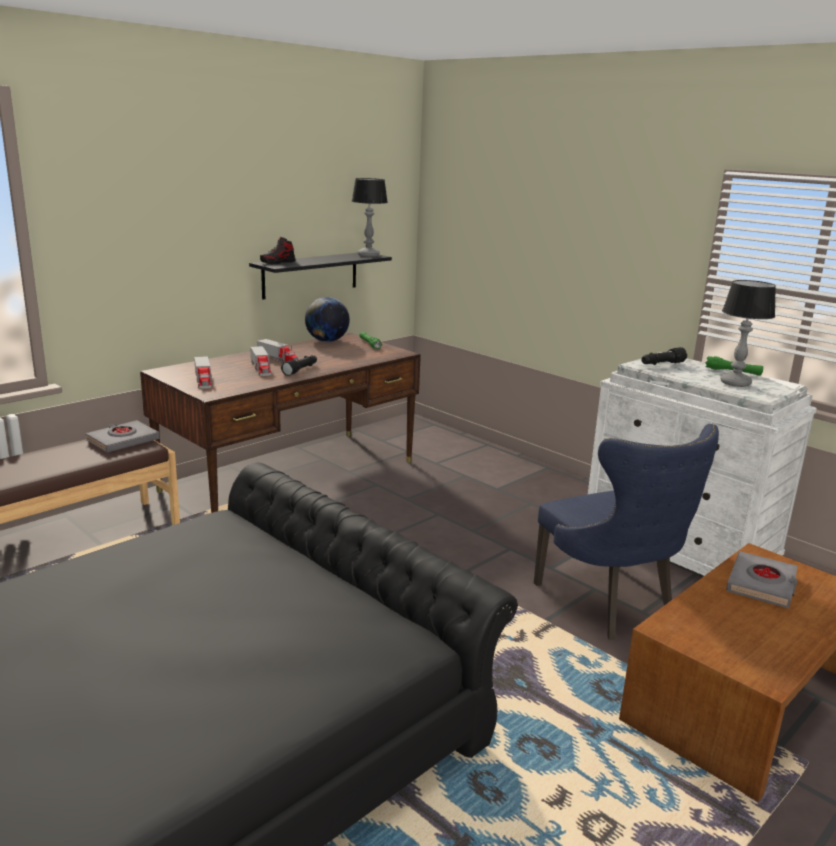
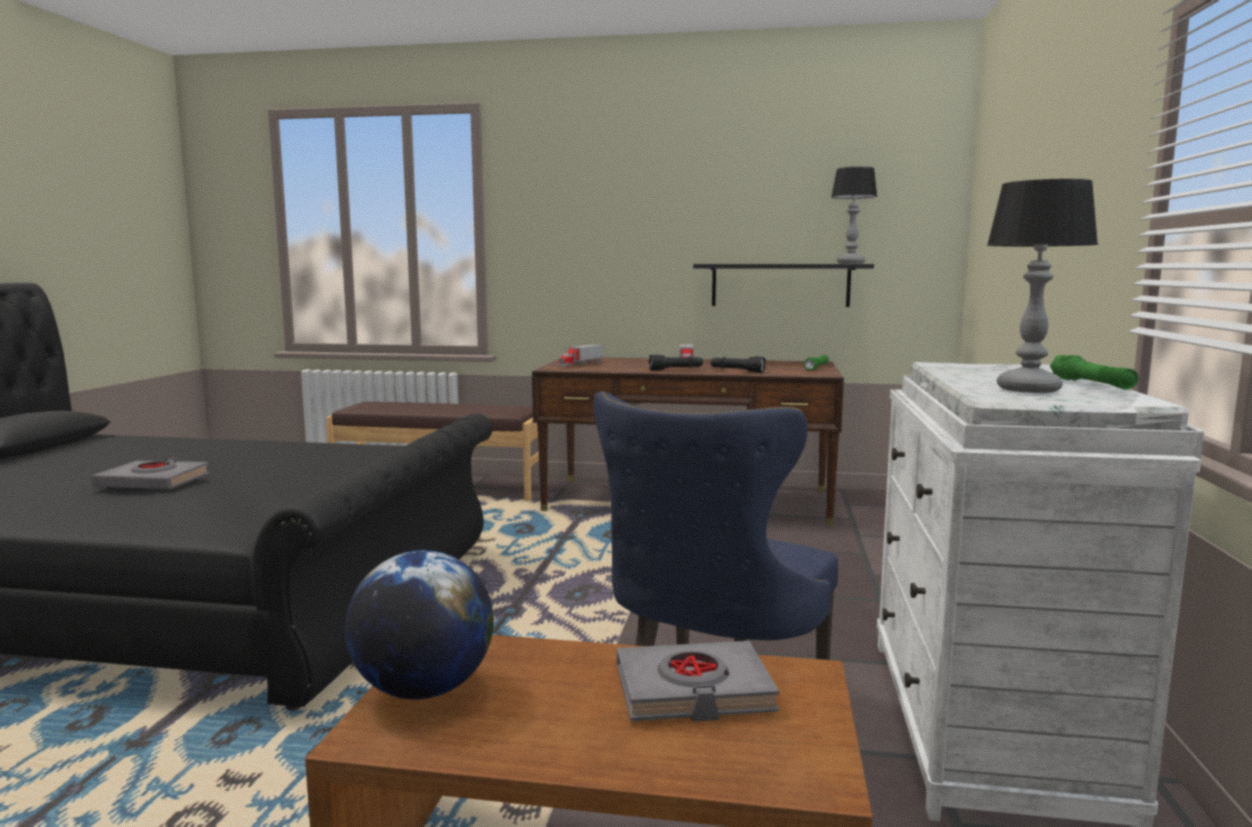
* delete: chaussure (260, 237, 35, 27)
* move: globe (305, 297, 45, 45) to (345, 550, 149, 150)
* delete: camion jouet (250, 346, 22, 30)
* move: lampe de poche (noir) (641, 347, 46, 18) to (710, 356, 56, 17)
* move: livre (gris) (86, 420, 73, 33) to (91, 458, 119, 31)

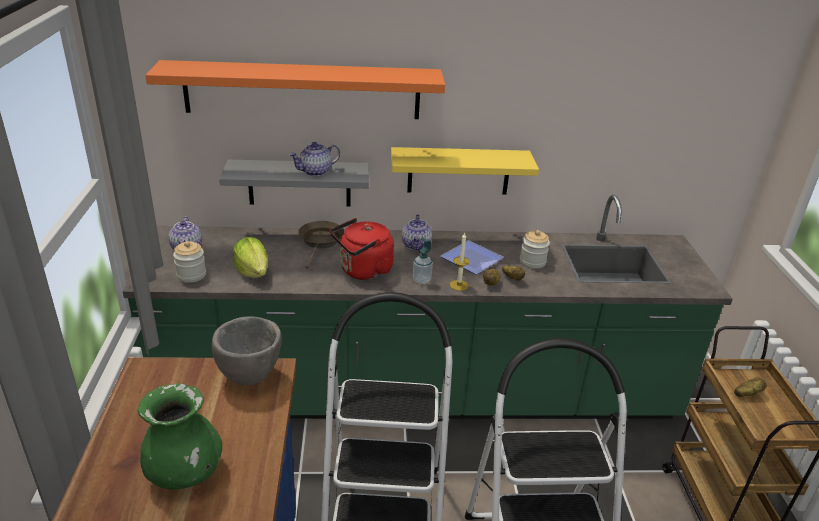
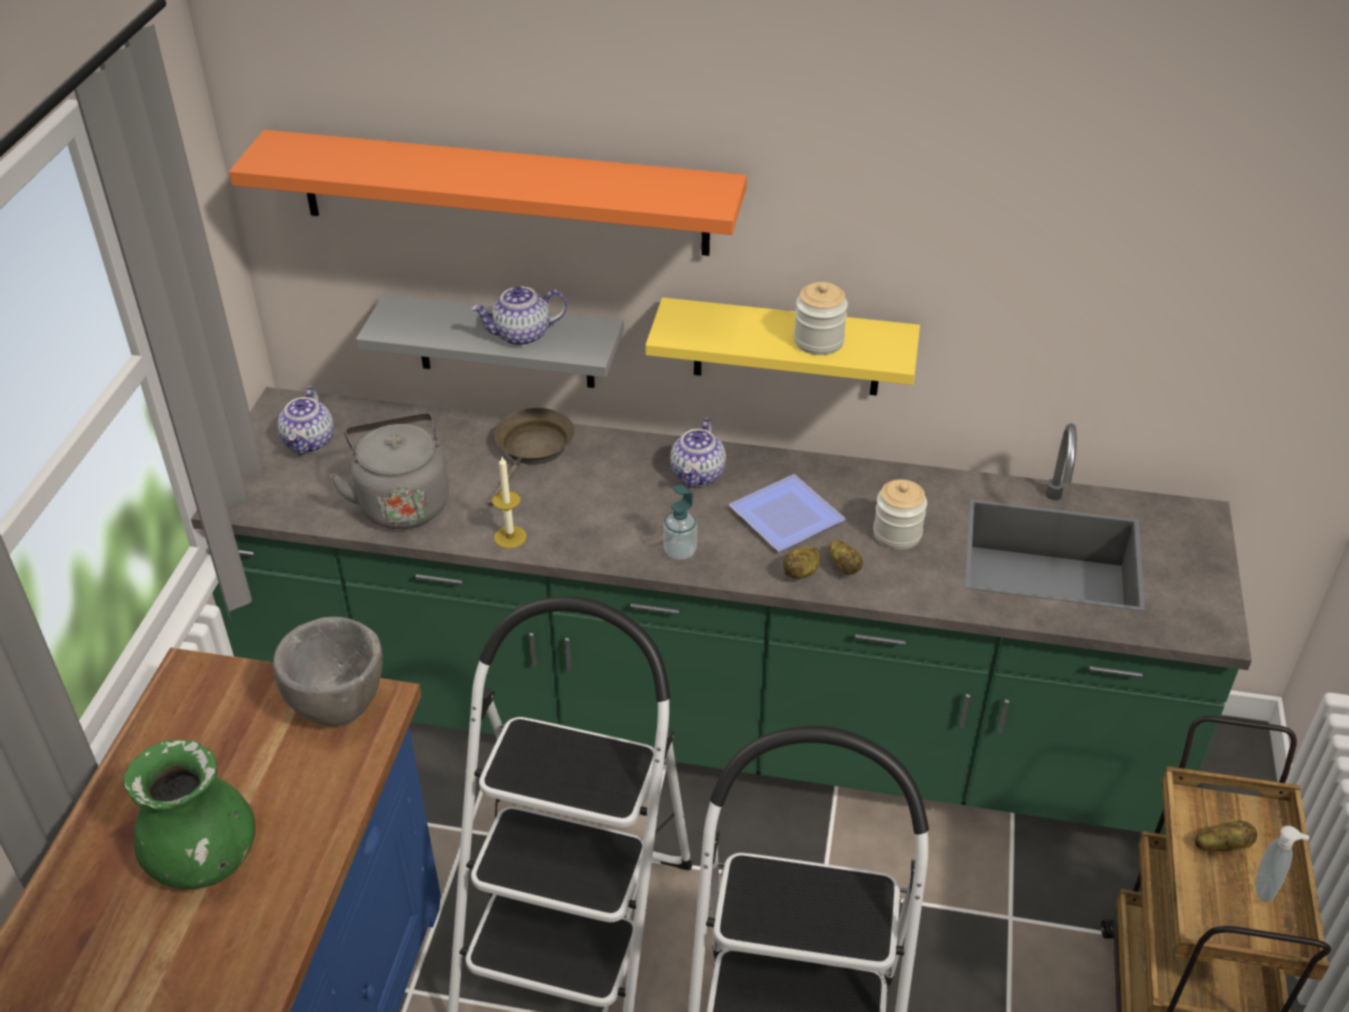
* delete: bouilloire (rouge) (330, 218, 64, 62)
* move: bougie (450, 232, 20, 59) to (492, 457, 35, 92)
* replace: laitue (233, 237, 35, 41) to bouilloire (gris) (330, 413, 119, 116)
* move: bocal (173, 241, 33, 42) to (794, 282, 54, 73)
* insert: distributeur de savon (1256, 826, 53, 76)

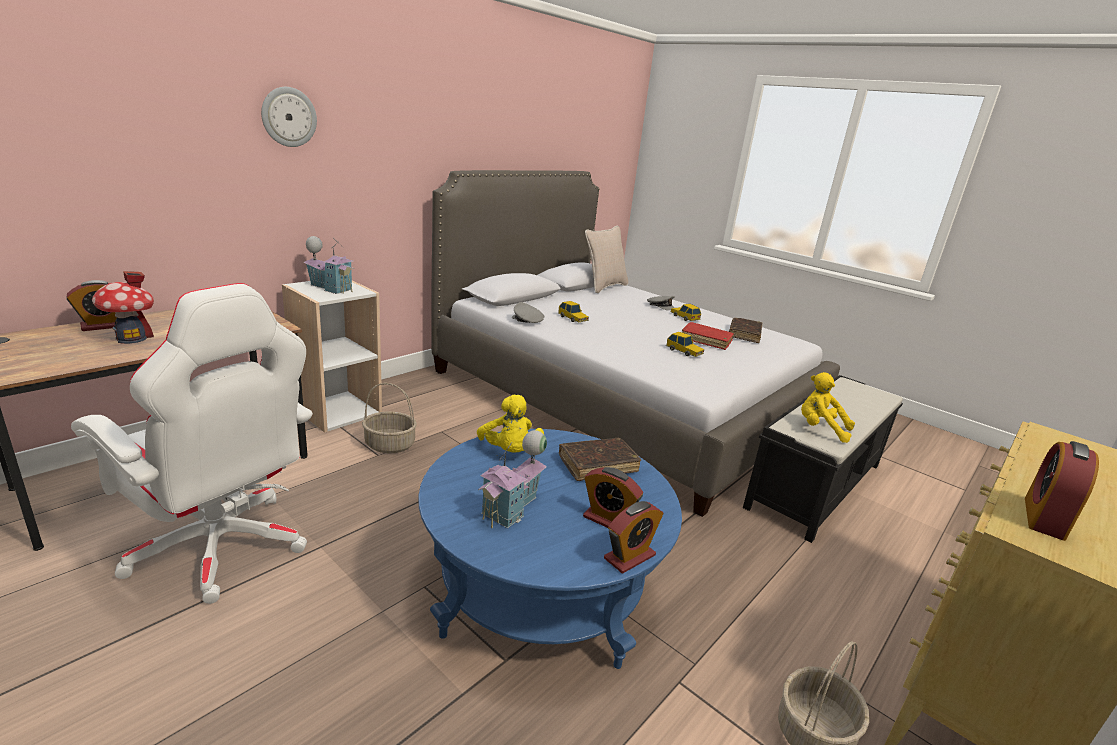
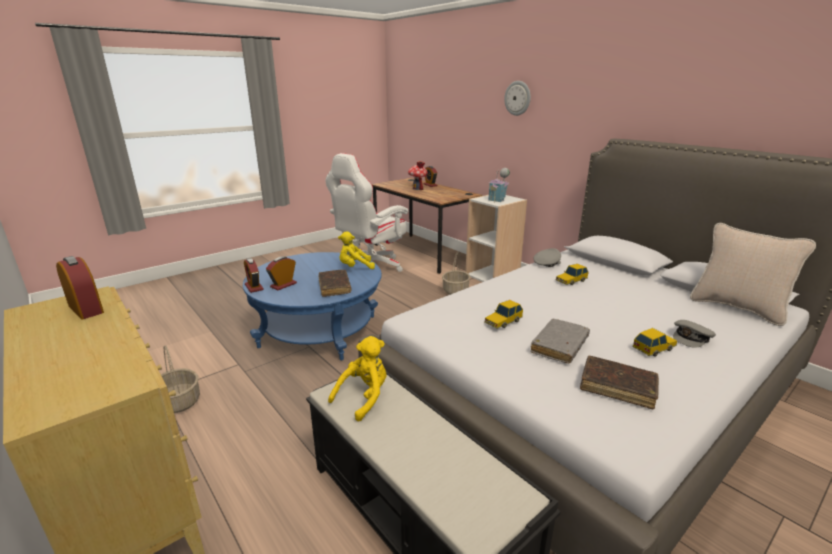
* recolor: livre (rouge) (682, 322, 52, 28) to livre (gris) (531, 319, 59, 44)
* delete: maison miniature (478, 430, 69, 98)

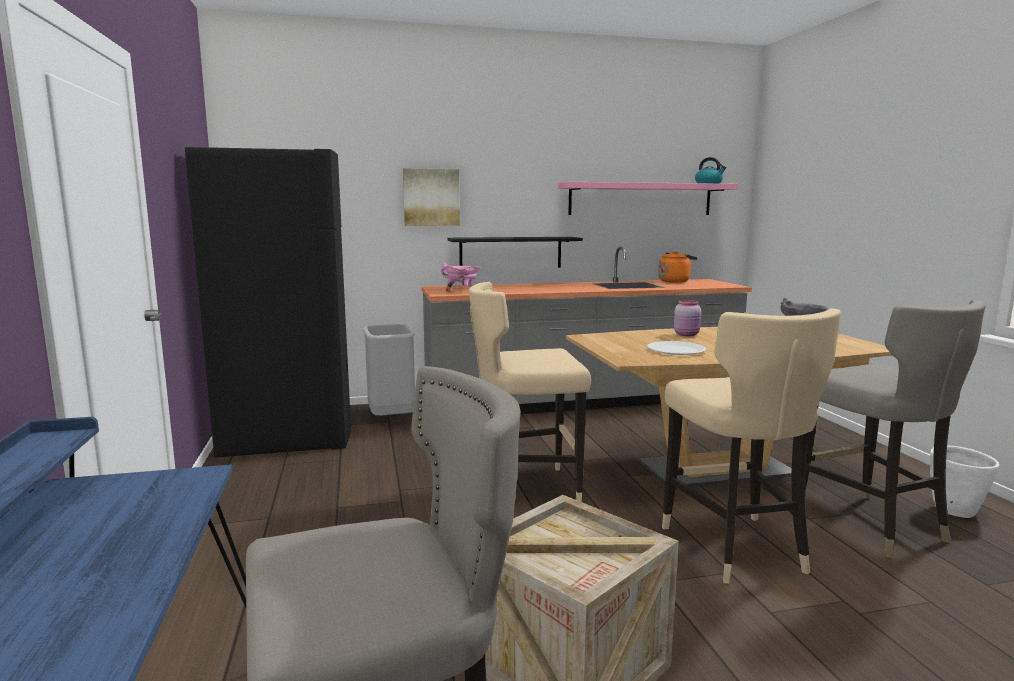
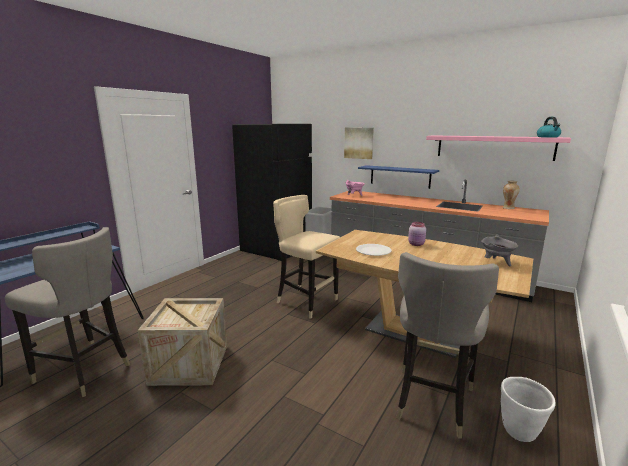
* recolor: étagère (noir) (447, 237, 136, 31) to étagère (bleu) (358, 165, 81, 24)
* replace: bouilloire (orange) (658, 251, 40, 32) to vase (503, 181, 17, 28)
* delete: tabouret (beige) (662, 308, 179, 276)

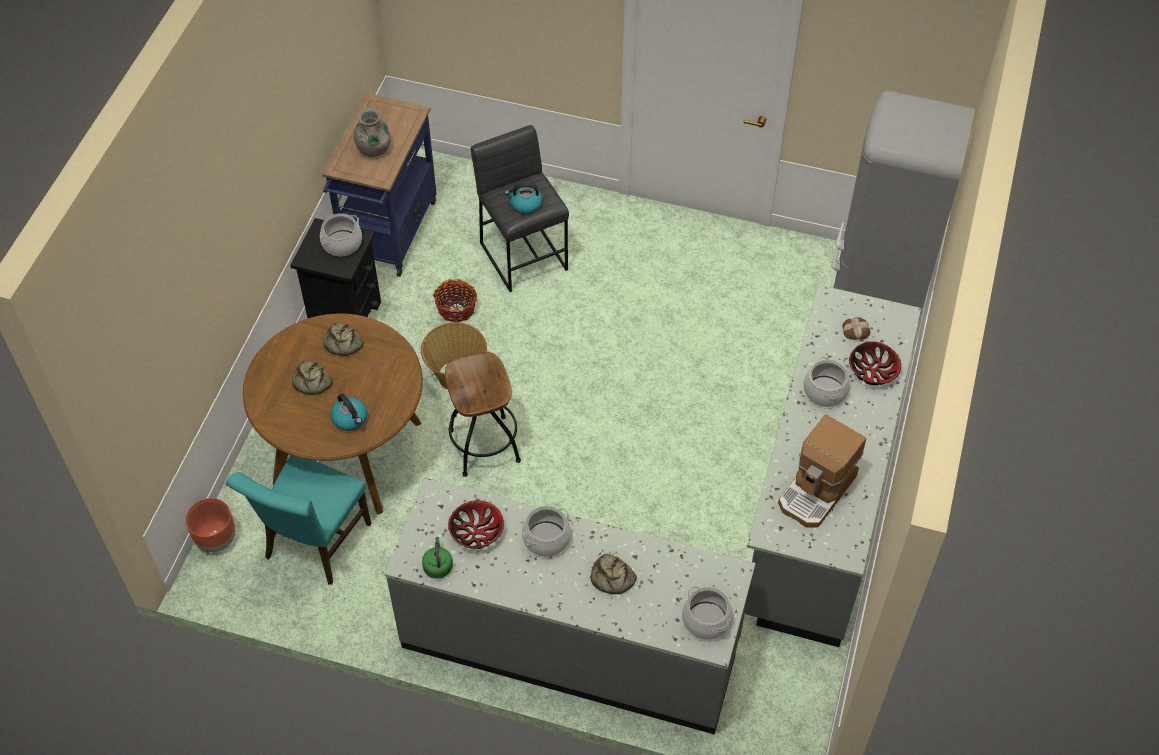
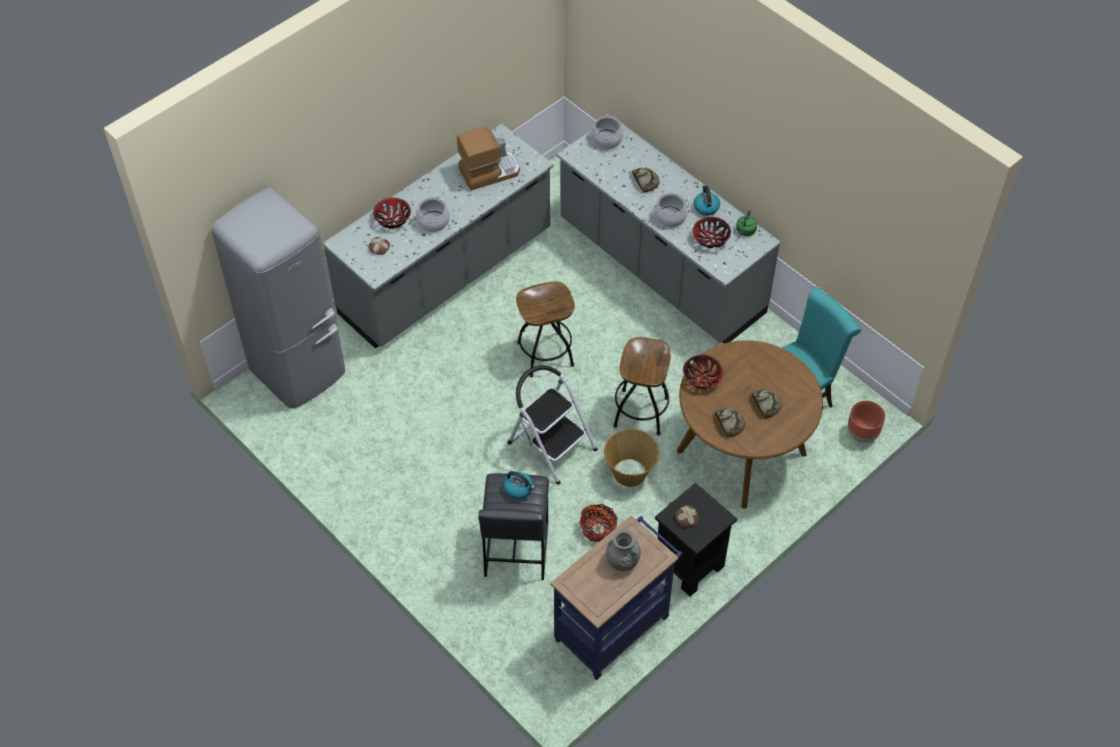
* replace: marmite (320, 213, 42, 43) to pain (675, 505, 24, 22)
* move: bouilloire (331, 394, 36, 37) to (694, 185, 26, 31)
* insert: tabouret (marron) (516, 282, 59, 95)
* insert: bol (683, 354, 40, 35)
* insert: escabeau (507, 365, 91, 120)

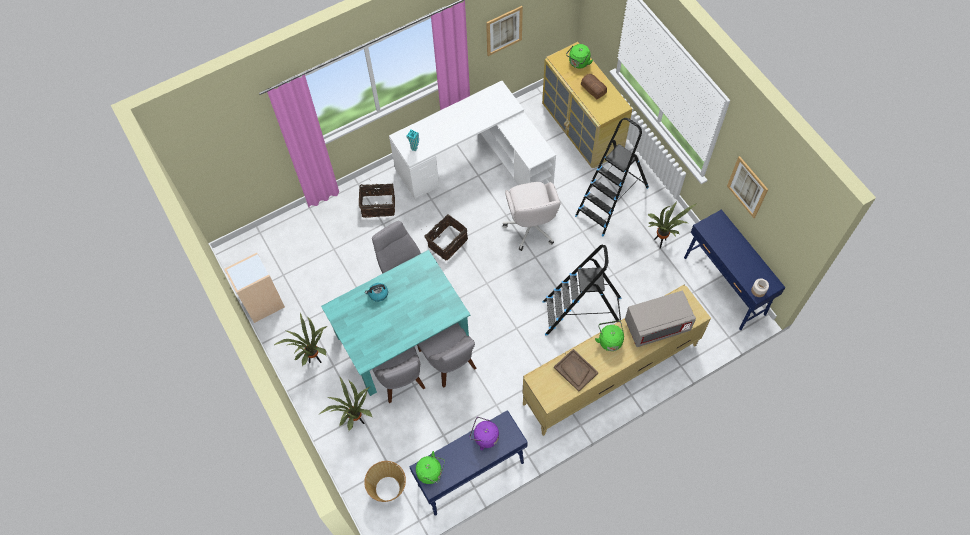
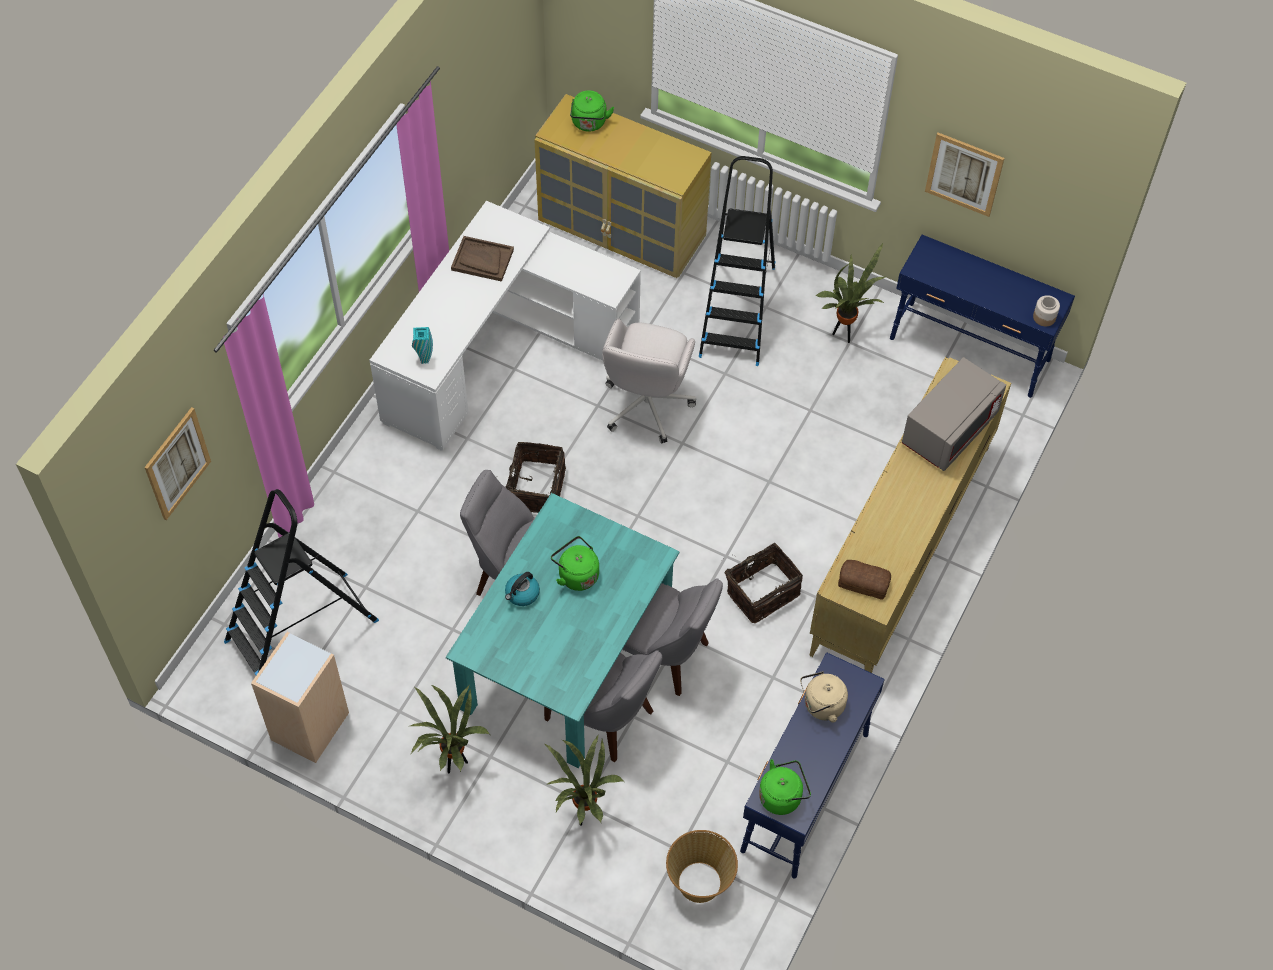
* move: tableau (486, 6, 37, 50) to (145, 407, 66, 113)
* move: pain (581, 74, 26, 25) to (838, 560, 53, 40)
* move: panier (359, 179, 36, 39) to (725, 543, 78, 80)
* rotate: chaise de bureau (blanc) (503, 182, 58, 69) = (602, 318, 94, 126) 60 degrees clockwise
* move: escabeau (noir) (542, 245, 80, 90) to (224, 489, 155, 186)
* move: bouilloire (vert) (595, 321, 29, 30) to (551, 536, 48, 55)
* move: plateau (marron) (554, 349, 45, 43) to (451, 236, 63, 46)
* recolor: bouilloire (violet) (470, 417, 29, 33) to bouilloire (beige) (800, 671, 48, 51)

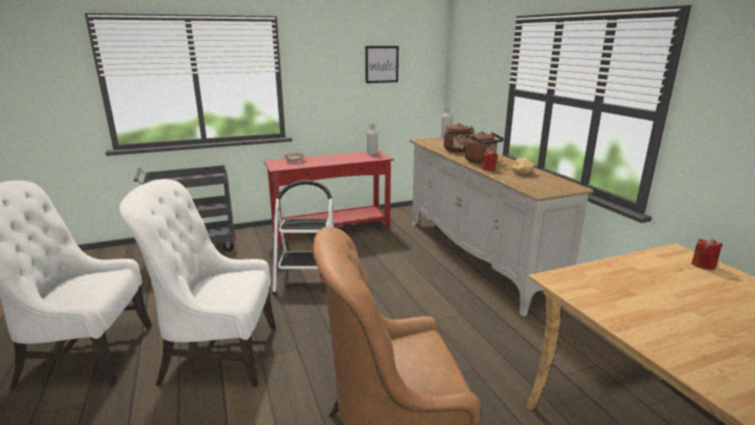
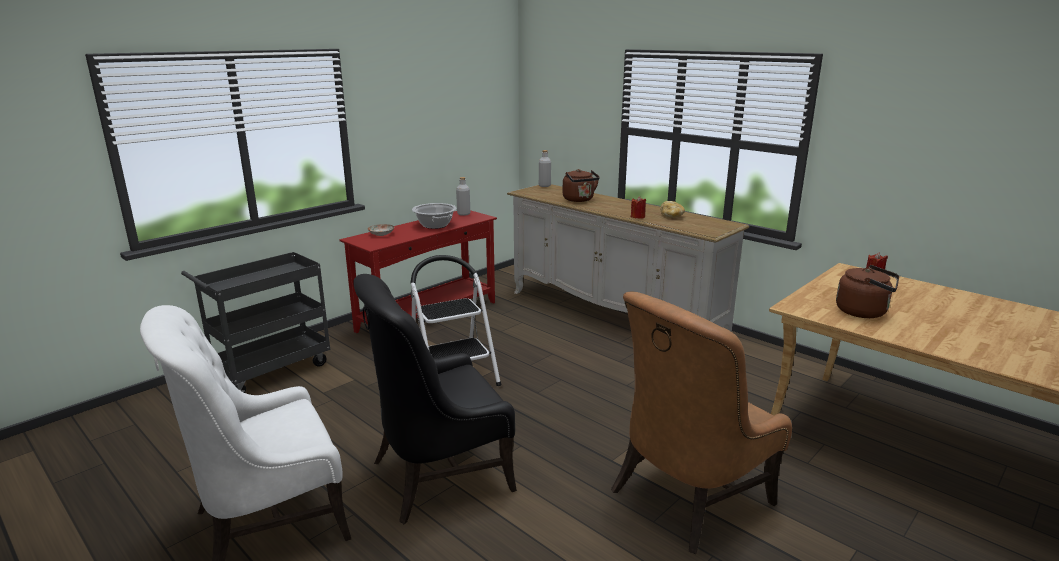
* delete: tableau (365, 46, 34, 37)
* move: bouilloire (marron) (465, 131, 39, 33) to (836, 265, 63, 53)
* recolor: chaise (blanc) (119, 179, 157, 208) to chaise (noir) (353, 274, 164, 250)
* insert: marmite (412, 203, 45, 26)

